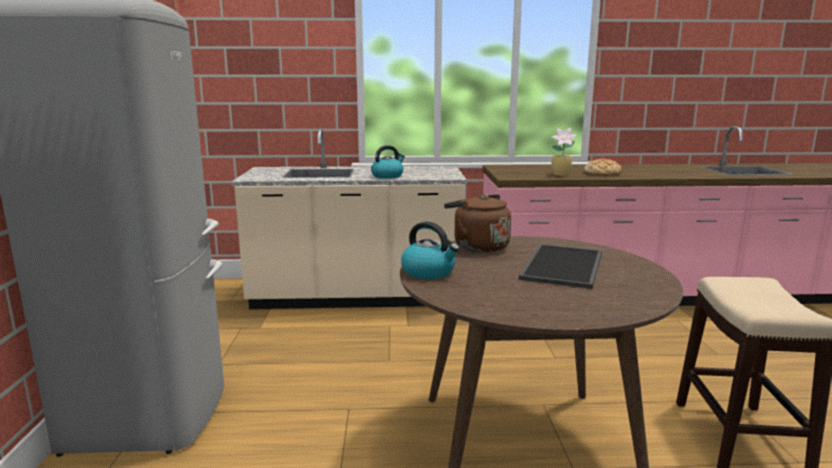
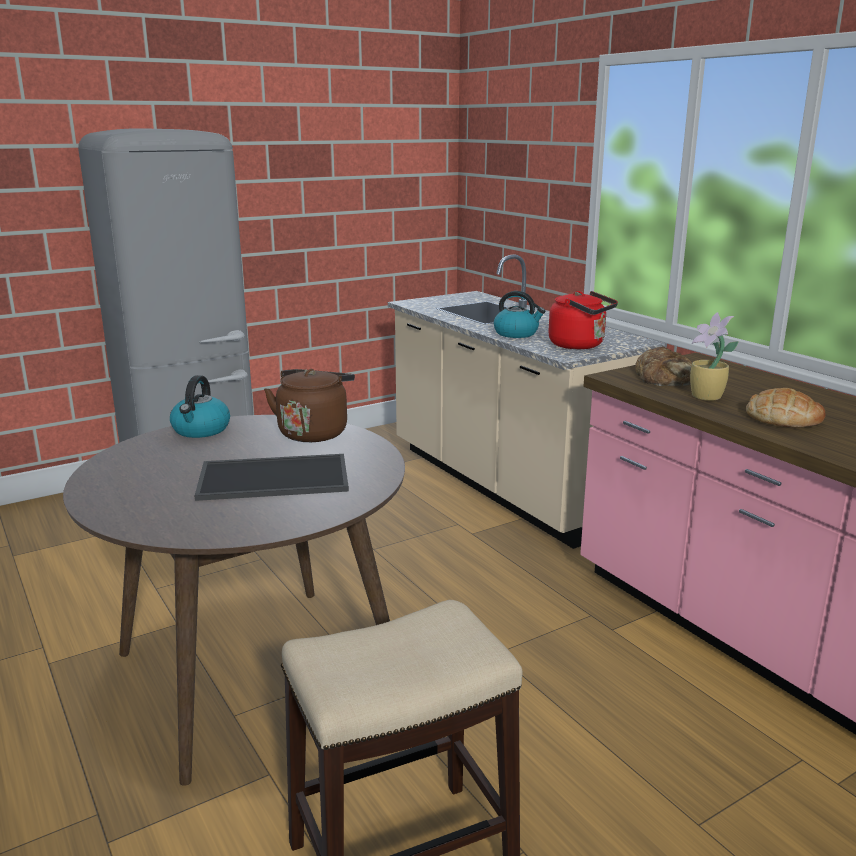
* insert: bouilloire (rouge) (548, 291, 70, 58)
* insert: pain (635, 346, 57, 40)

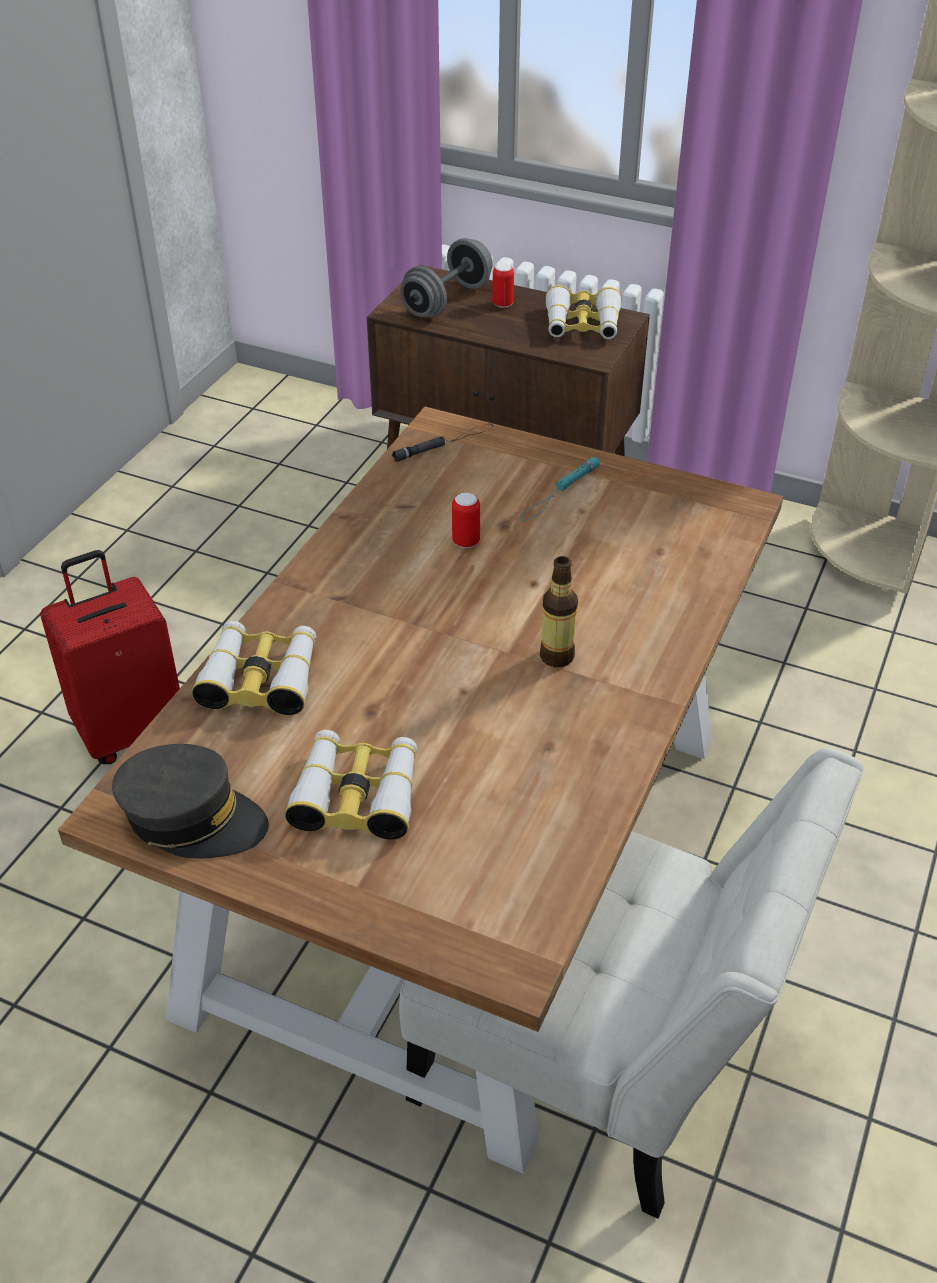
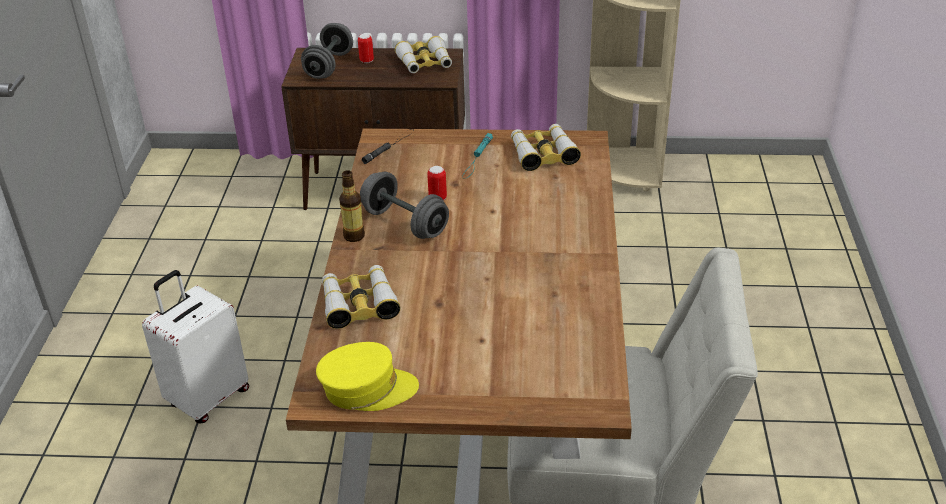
* recolor: valise (rouge) (40, 550, 140, 214) to valise (blanc) (142, 270, 107, 153)
* move: bouteille (540, 556, 38, 111) to (339, 170, 26, 72)
* move: jumelles (284, 730, 133, 110) to (511, 124, 70, 47)
* recolor: casquette (gris) (112, 744, 157, 115) to casquette (jaune) (316, 342, 103, 69)
* insert: haltère (gris) (360, 172, 89, 67)

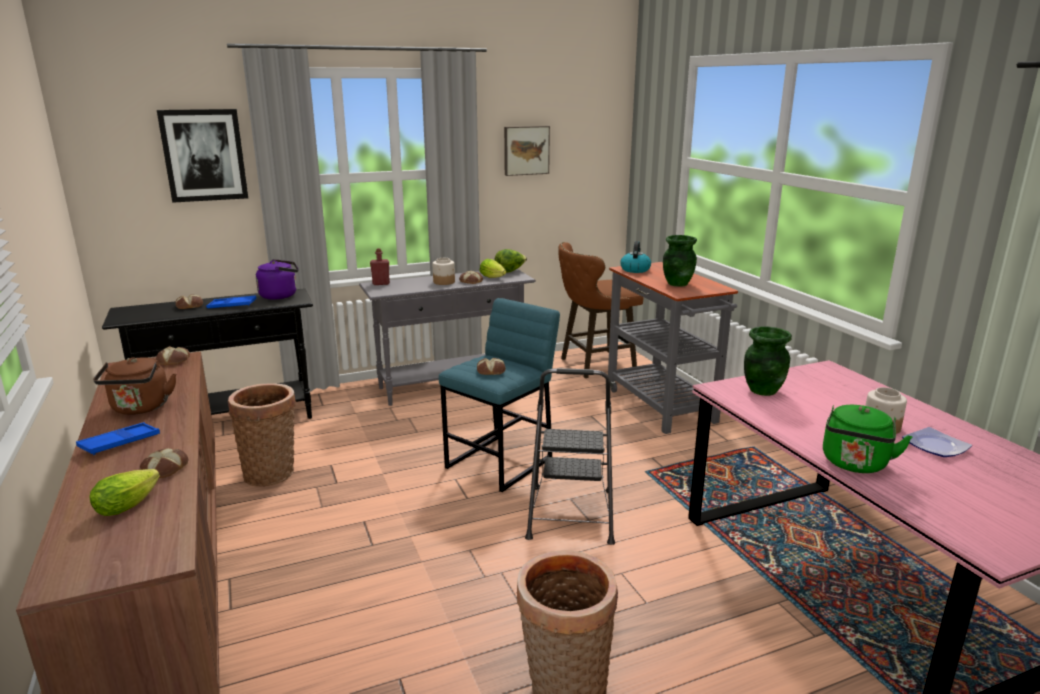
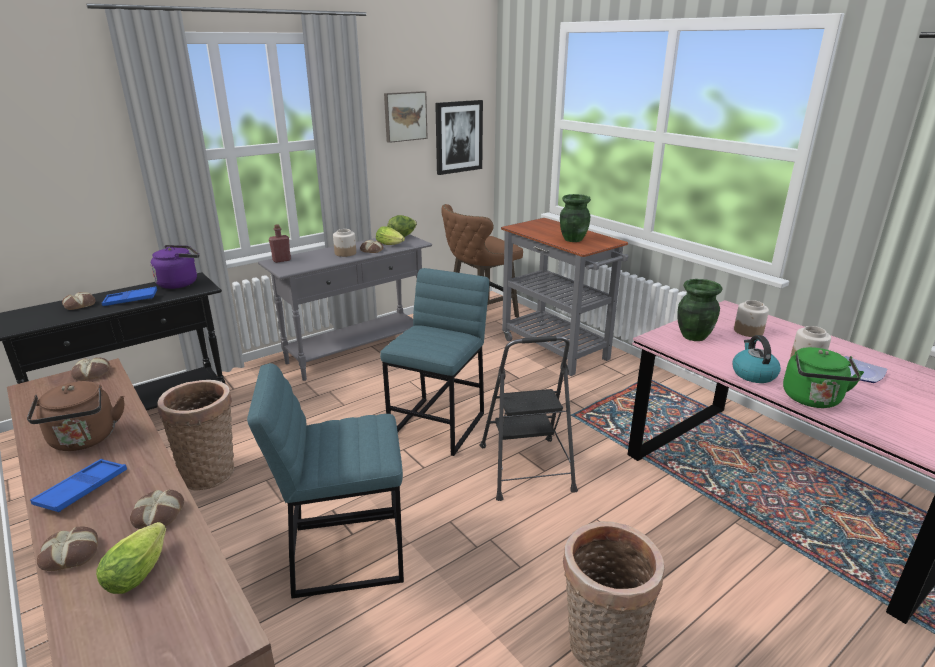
* move: tableau (157, 109, 91, 94) to (435, 100, 48, 75)
* move: bouilloire (620, 241, 31, 32) to (733, 335, 48, 48)
* move: pain (477, 358, 29, 17) to (37, 527, 61, 44)
* insert: bocal (734, 300, 35, 37)
* insert: tabouret (bleu) (247, 363, 157, 235)

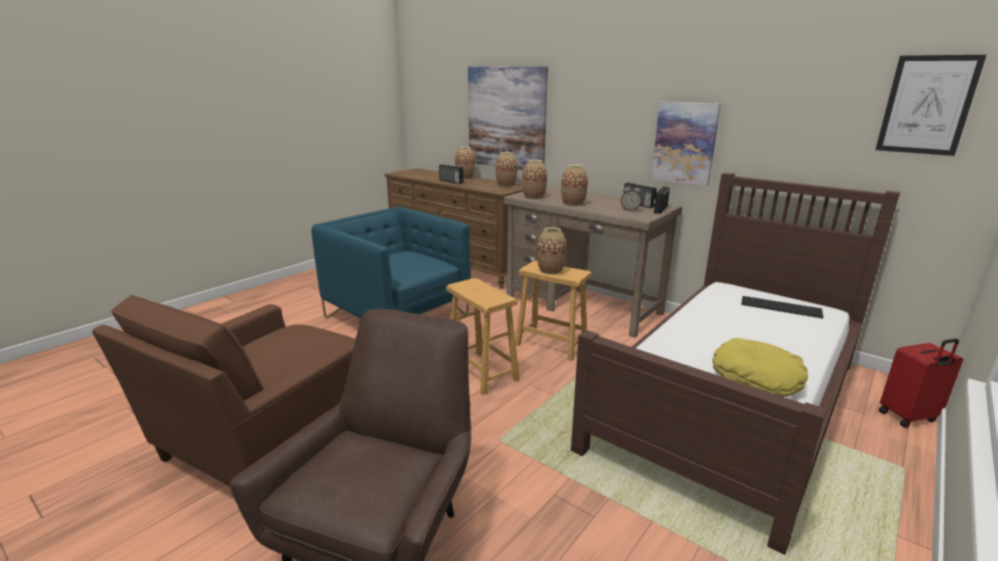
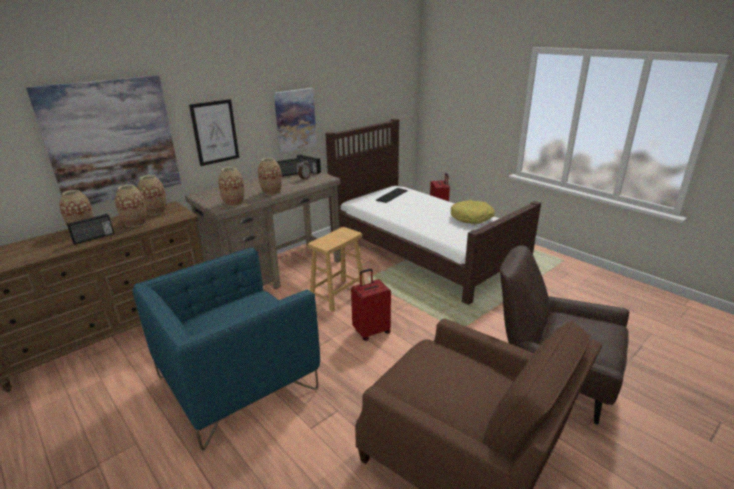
* move: tableau (876, 55, 110, 101) to (189, 99, 50, 67)
* move: vase (537, 227, 30, 48) to (115, 185, 32, 42)
* replace: tabouret (marron) (446, 278, 74, 117) to valise (rouge) (351, 269, 40, 72)

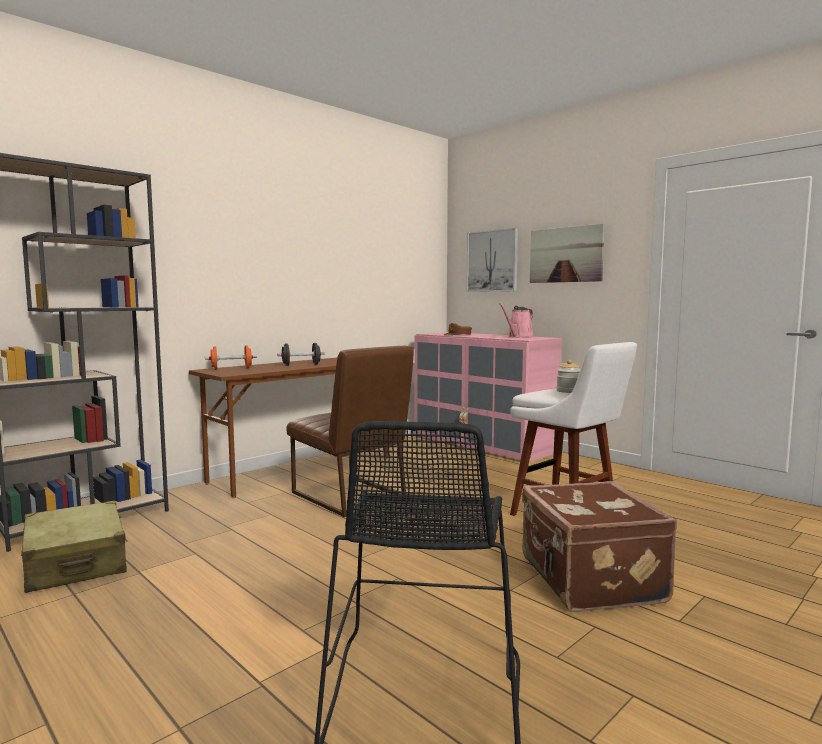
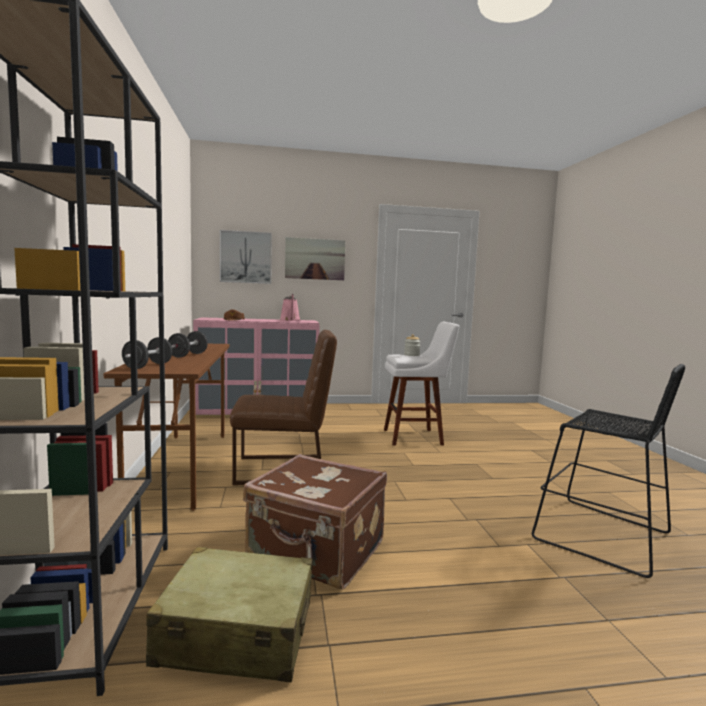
* recolor: haltère (orange) (205, 345, 52, 25) to haltère (noir) (122, 337, 50, 32)
* move: valise (marron) (522, 481, 155, 131) to (243, 454, 144, 135)

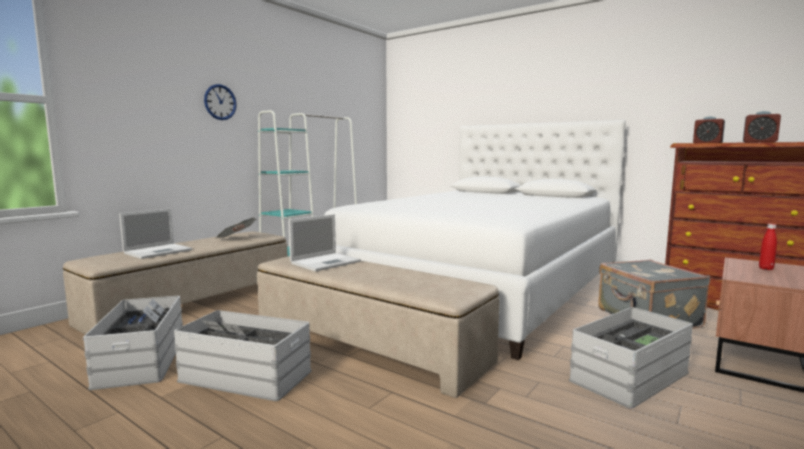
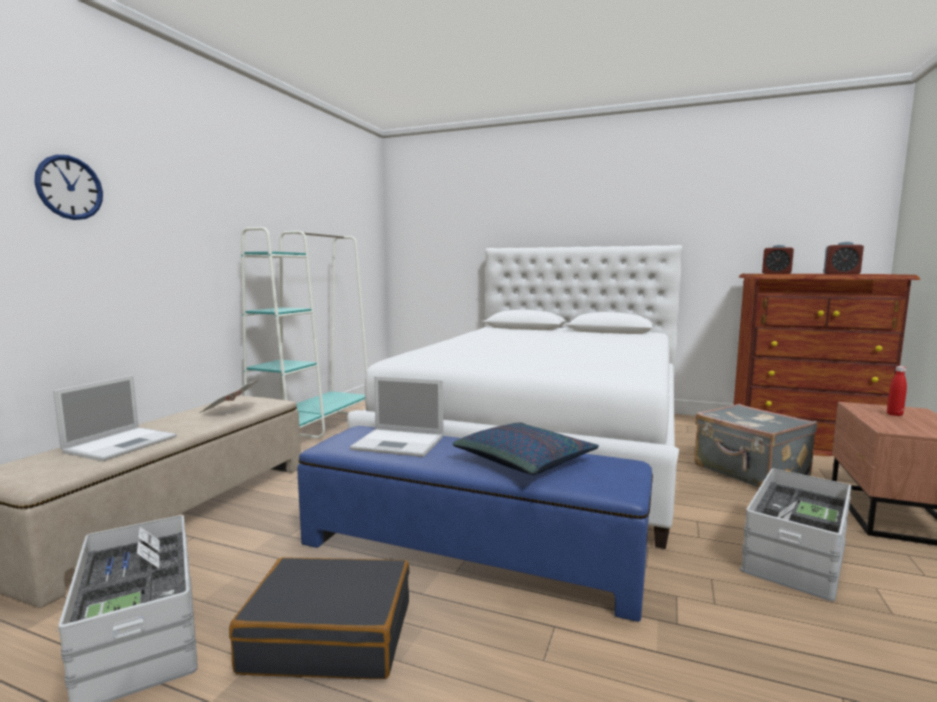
* move: horloge murale (204, 84, 33, 36) to (34, 155, 69, 65)
* rotate: ordinateur portable (288, 214, 73, 58) = (350, 376, 93, 81) 75 degrees clockwise
* recolor: banc (beige) (257, 256, 243, 142) to banc (bleu) (297, 426, 356, 196)
* replace: boîte de rangement (gris) (174, 310, 138, 91) to valise (noir) (229, 557, 180, 122)
* insert: coussin (bleu) (453, 422, 146, 53)

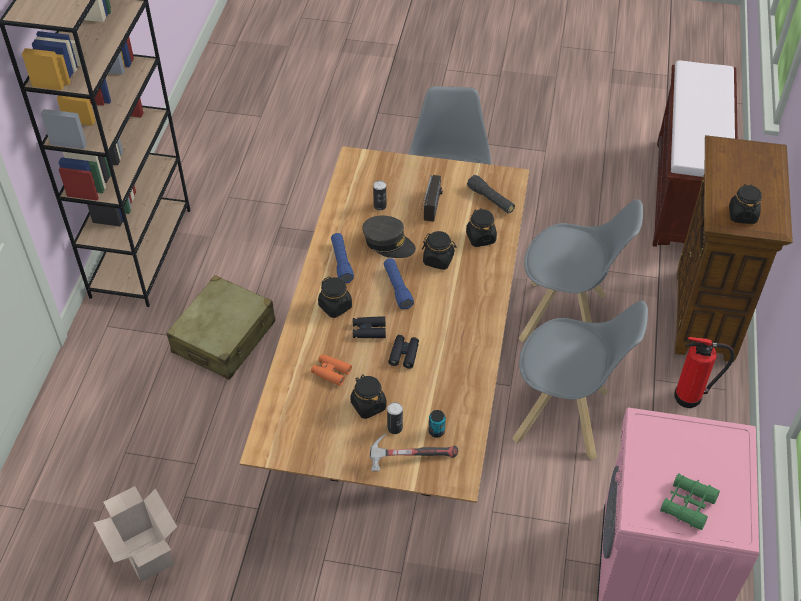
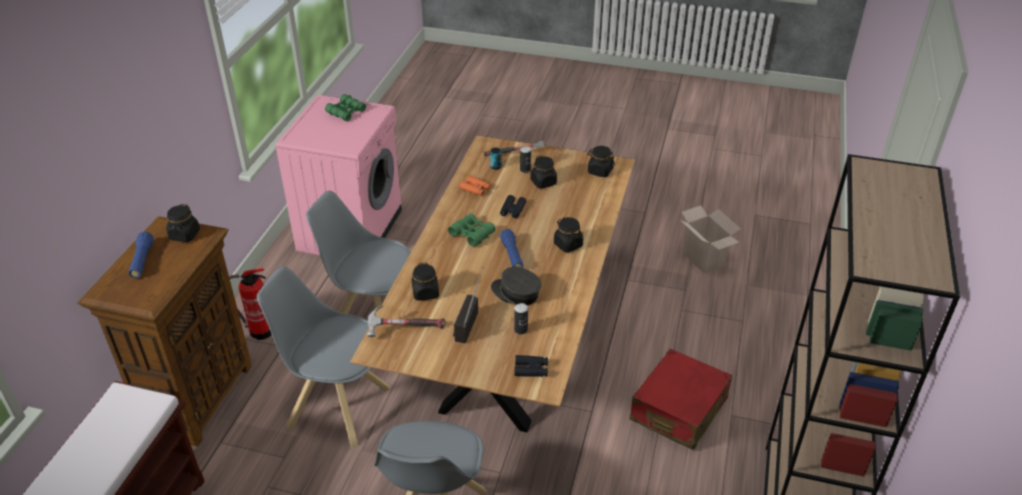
* replace: lampe de poche (noir) (467, 175, 48, 38) to marteau (367, 305, 79, 32)
* move: bocal (noir) (422, 231, 35, 39) to (587, 146, 28, 31)
* move: lampe de poche (bleu) (331, 233, 23, 50) to (129, 232, 25, 46)
* recolor: valise (beige) (166, 275, 110, 105) to valise (rouge) (630, 349, 102, 101)
* move: jumelles (noir) (353, 316, 33, 22) to (514, 355, 34, 22)
* move: jumelles (orange) (311, 354, 41, 32) to (460, 175, 31, 21)
* insert: jumelles (vert) (448, 213, 47, 34)

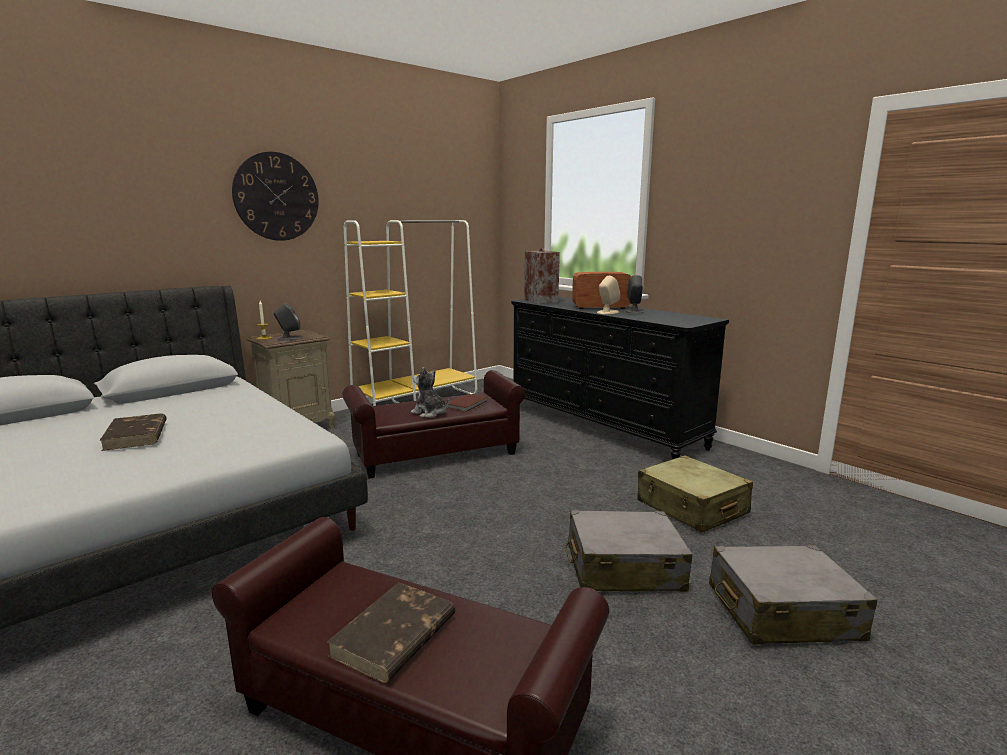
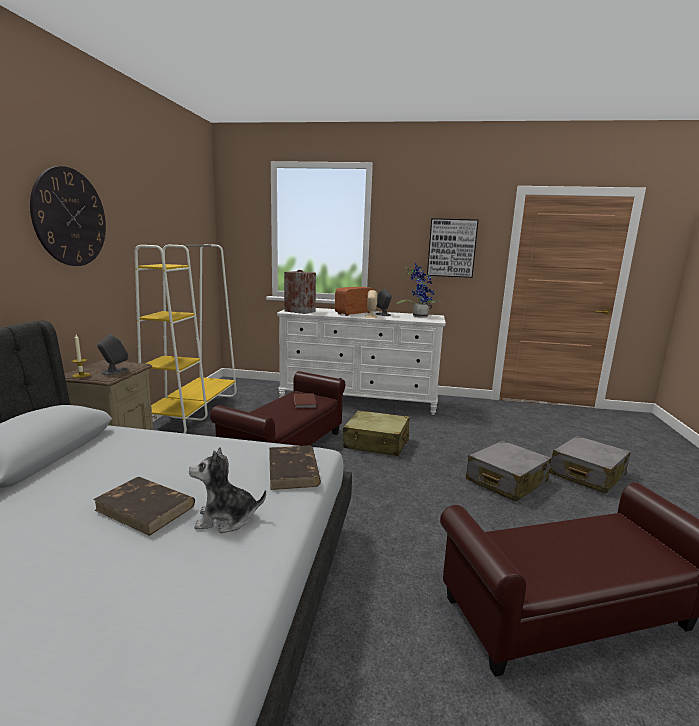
* recolor: commode (noir) (511, 297, 218, 163) to commode (blanc) (277, 308, 169, 107)
* move: peluche (411, 367, 38, 51) to (189, 447, 77, 86)
* move: valise (beige) (637, 455, 116, 78) to (343, 410, 67, 46)
* move: livre (marron) (327, 582, 128, 101) to (269, 446, 52, 44)
* insert: tableau (427, 218, 52, 60)
* insert: plante en pot (397, 263, 45, 55)

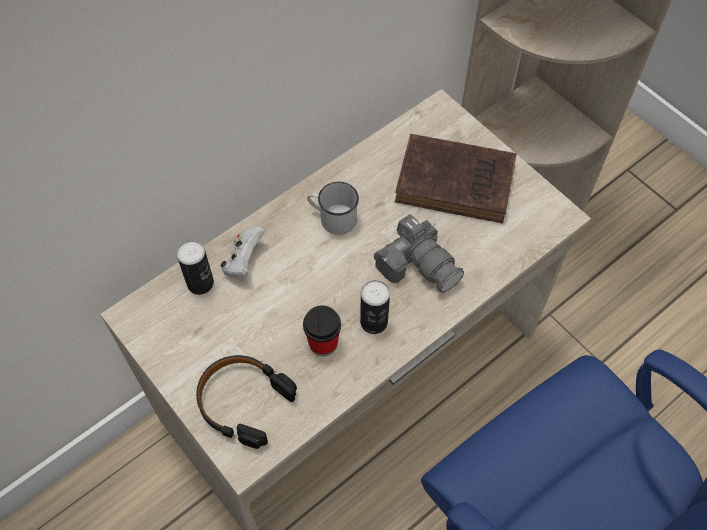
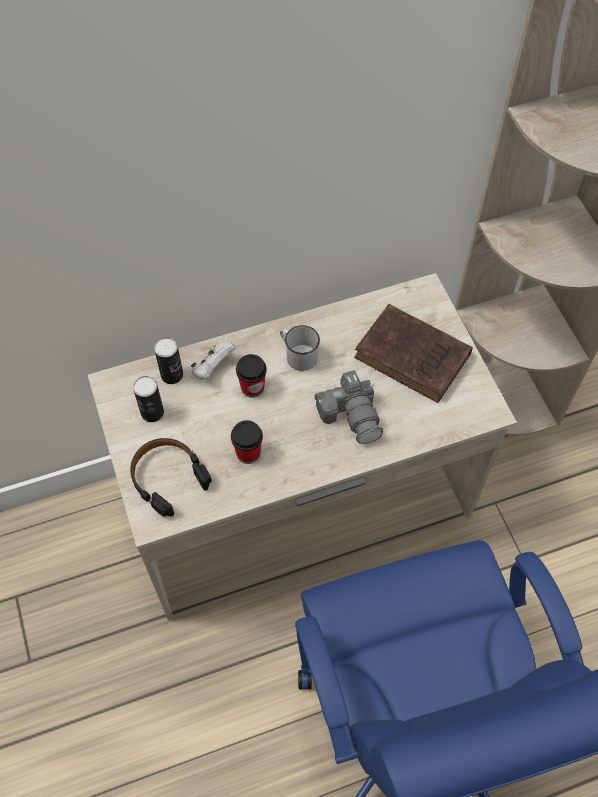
* move: boîte métallique (360, 280, 30, 54) to (133, 376, 31, 46)
* insert: tasse (236, 354, 31, 44)

